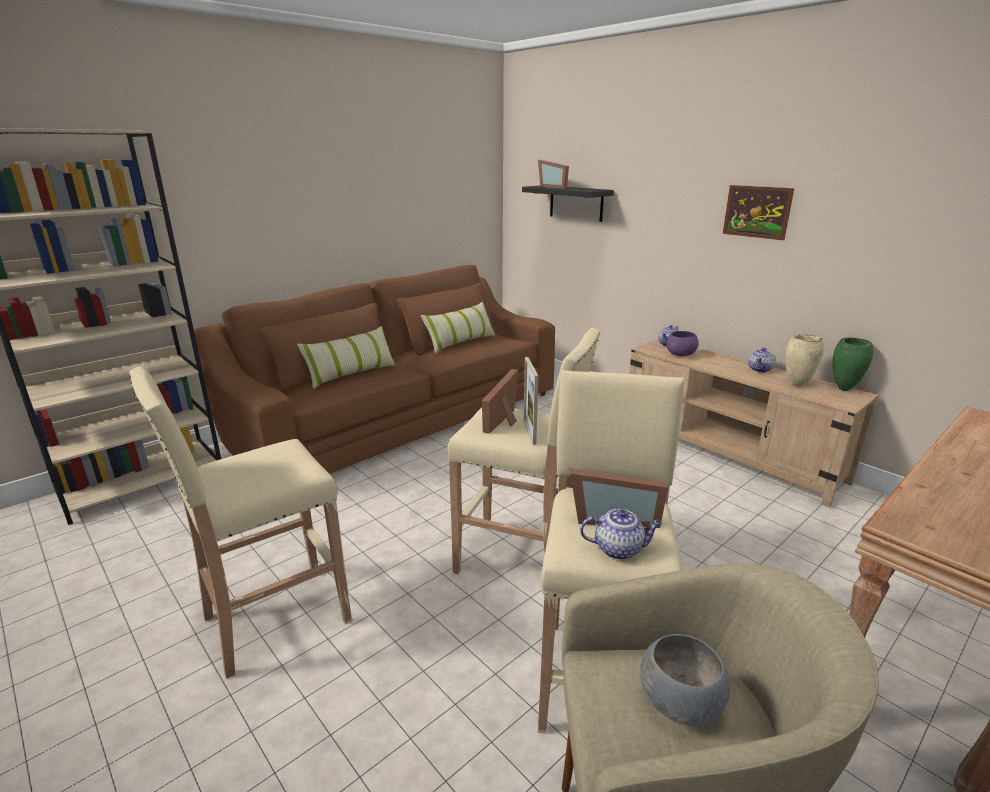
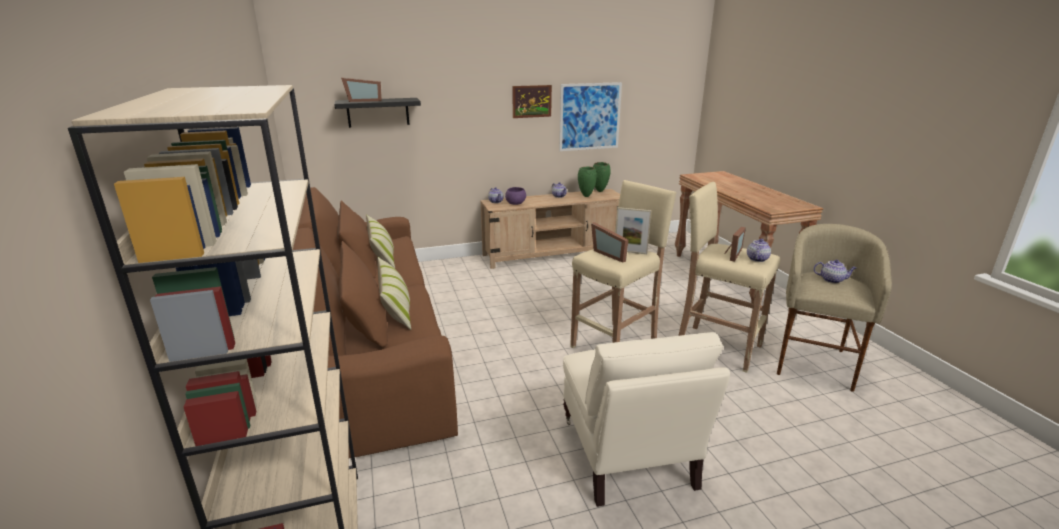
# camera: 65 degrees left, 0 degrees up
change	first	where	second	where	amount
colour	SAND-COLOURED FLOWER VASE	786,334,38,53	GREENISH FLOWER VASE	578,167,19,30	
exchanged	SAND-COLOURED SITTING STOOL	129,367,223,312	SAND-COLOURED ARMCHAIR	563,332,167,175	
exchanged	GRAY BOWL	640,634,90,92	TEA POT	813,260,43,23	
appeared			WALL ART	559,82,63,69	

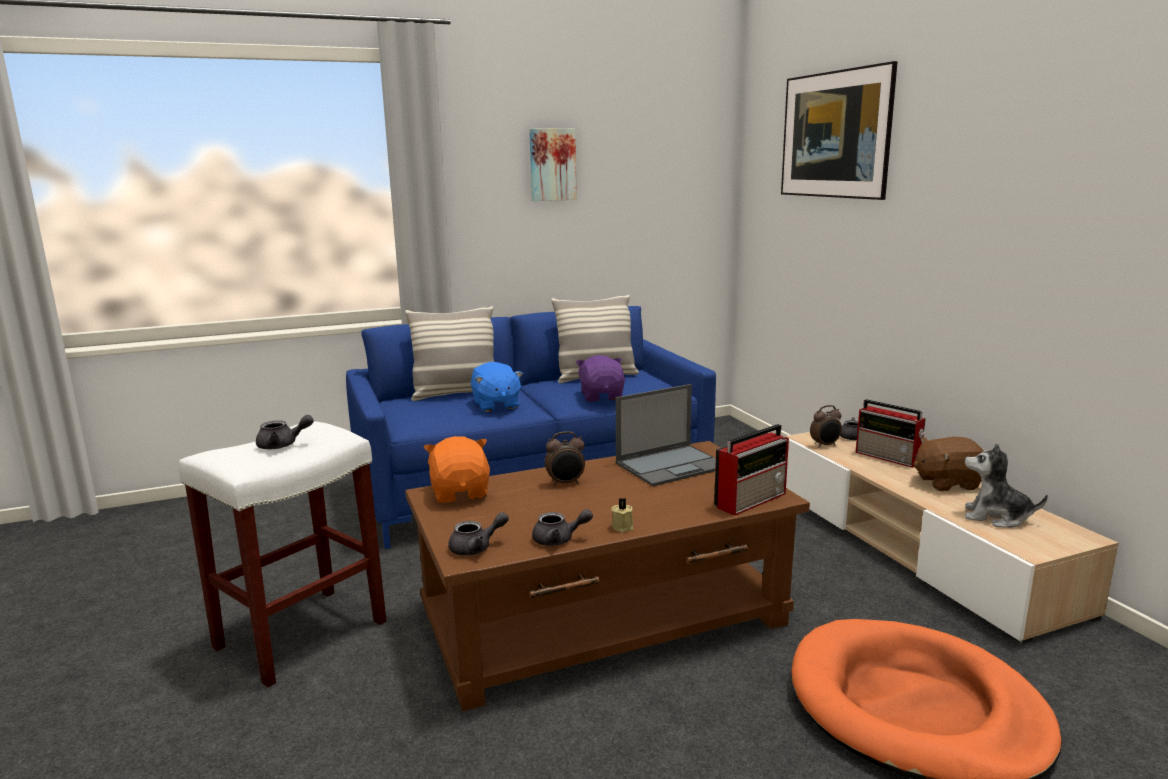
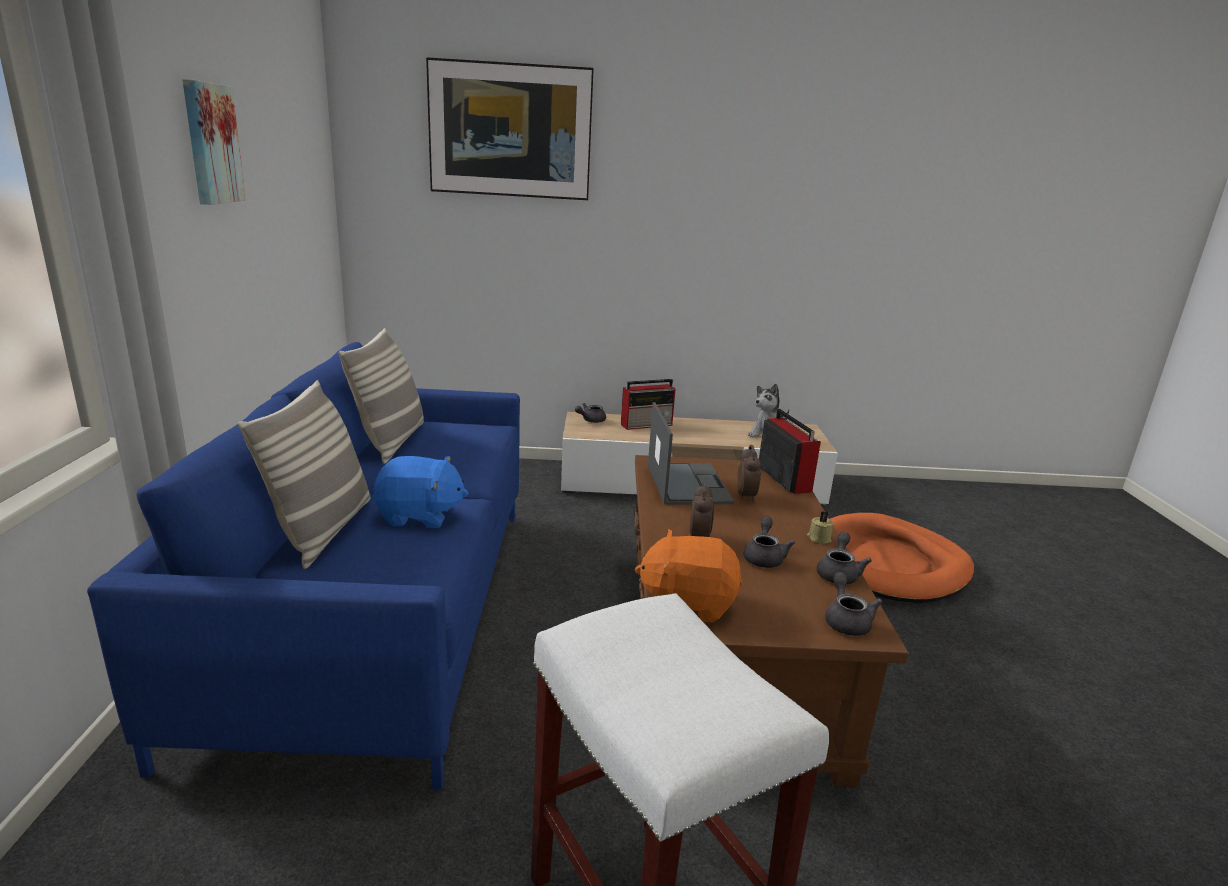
# camera: 70 degrees left, 5 degrees up
change	first	where	second	where	amount
missing	PURPLISH PLUSH TOY	576,355,49,47			
relocated	TABLE CLOCK	810,405,32,43		737,445,24,57	
relocated	GRAY TEA POT	256,415,58,34		743,516,52,52	
missing	BROWN PLUSH TOY	913,437,71,54			

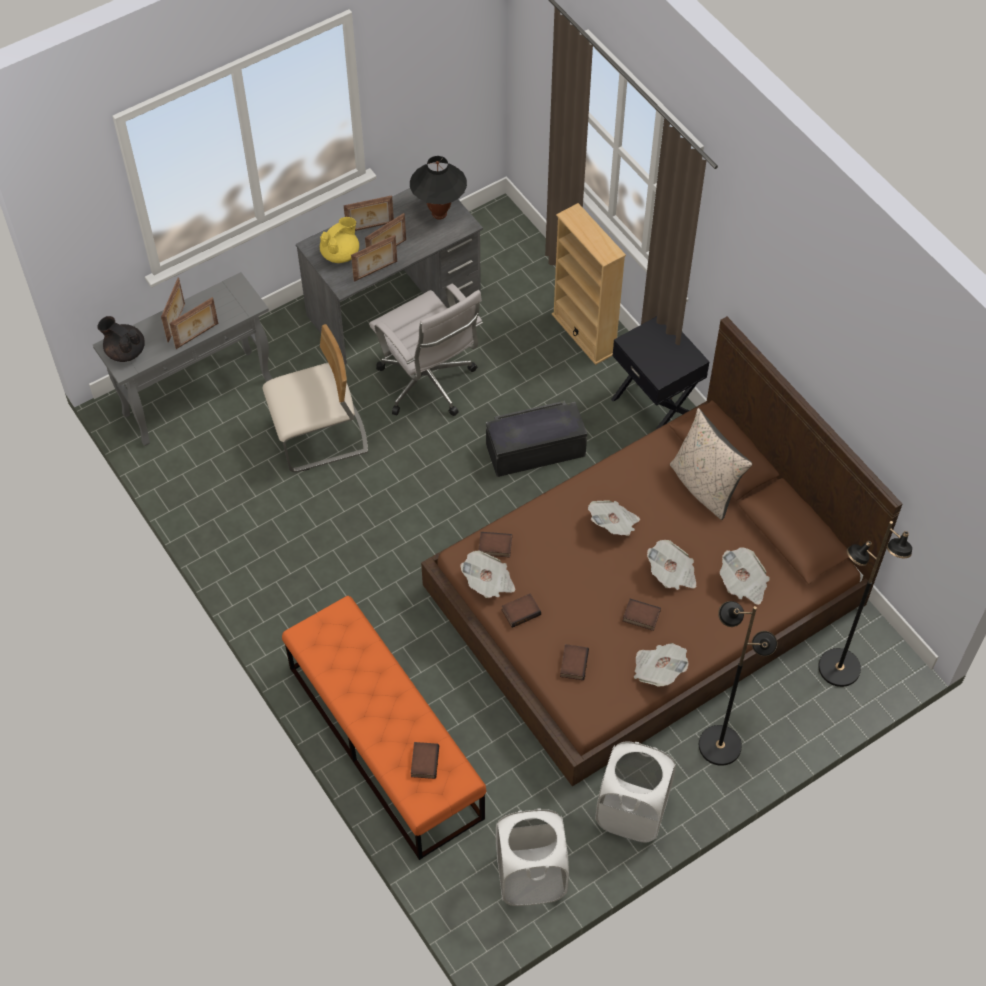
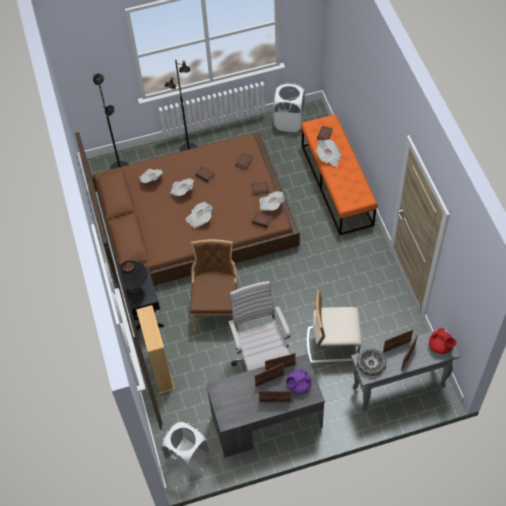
# camera: 160 degrees left, 0 degrees up
change	first	where	second	where	amount
relocated	BLACKISH TABLETOP LAMP	410,156,57,64		113,260,35,33	
colour	YELLOWISH TEA POT	320,217,39,46	PURPLISH TEA POT	286,368,26,26	
colour	BLACKISH TEA POT	98,316,47,46	RED TEA POT	429,328,28,26	
exchanged	BLACKISH STORAGE CONTAINER	486,401,101,76	BROWN PLAIN CHAIR	190,239,49,92	
missing	SAND-COLOURED PILLOW	670,408,82,112			
relocated	DAILY PAPER	634,643,55,43		316,139,26,28	
relocated	WHITE-COLOURED HAMPER	595,741,81,101		161,421,49,56	
appeared			BOWL	357,348,29,28	

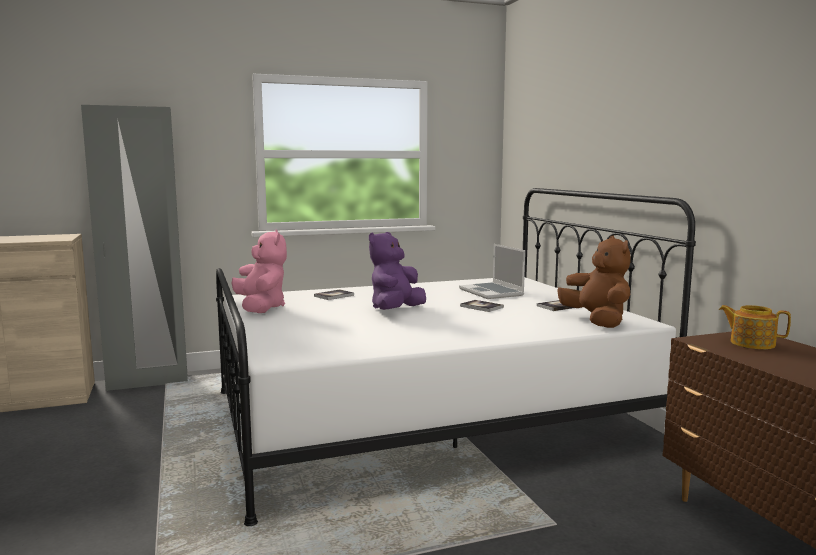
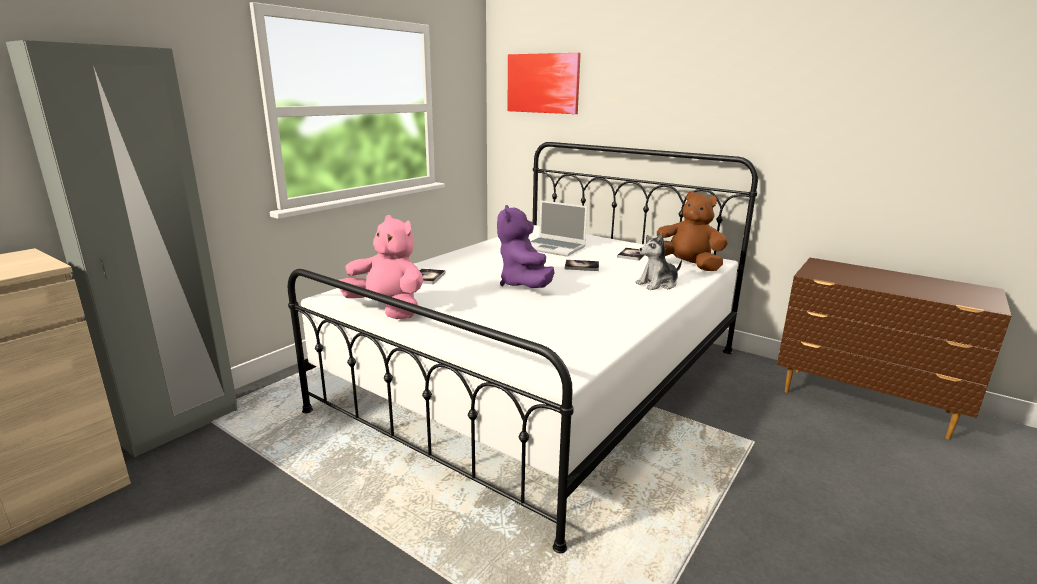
# camera: 35 degrees left, 10 degrees up
change	first	where	second	where	amount
missing	TEA POT	719,305,72,44			
appeared			WALL ART	508,53,73,61	
appeared			PLUSH TOY	636,233,46,57	

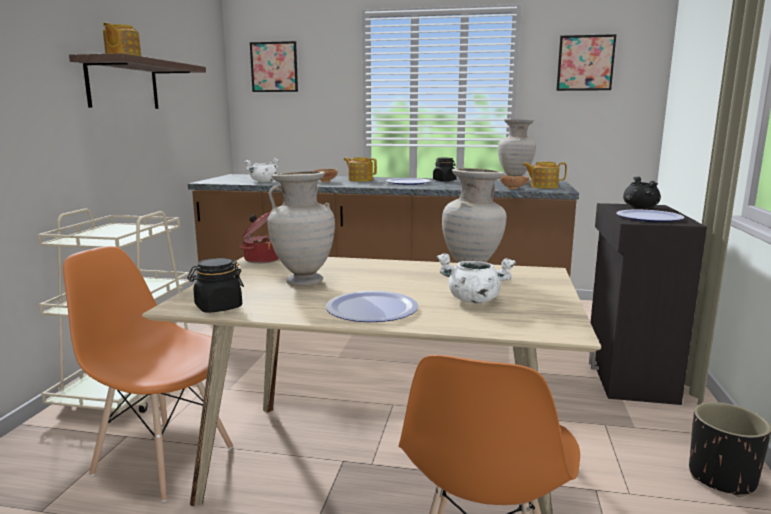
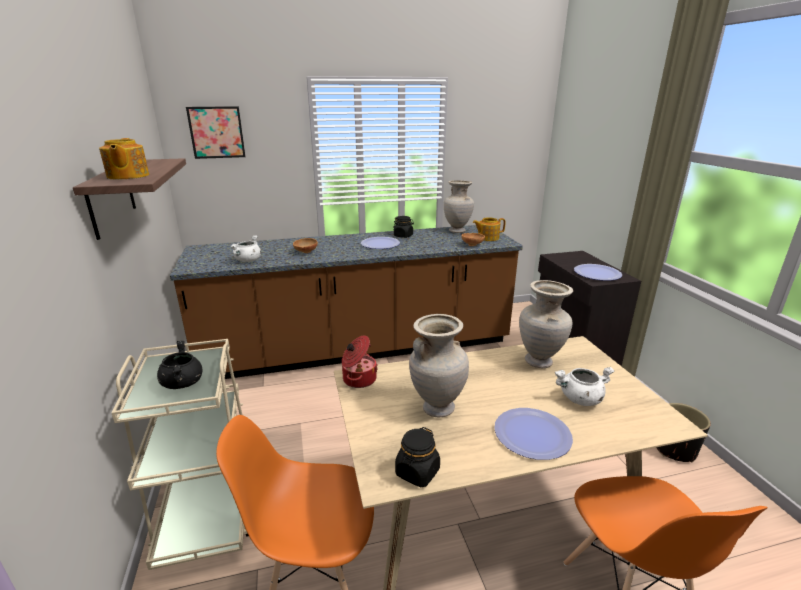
# camera: 25 degrees left, 10 degrees up
change	first	where	second	where	amount
missing	WALL ART	556,34,60,57			
missing	TEA POT	344,157,33,25			
relocated	BLACKISH STOCKPOT	623,176,38,32		157,341,46,48	

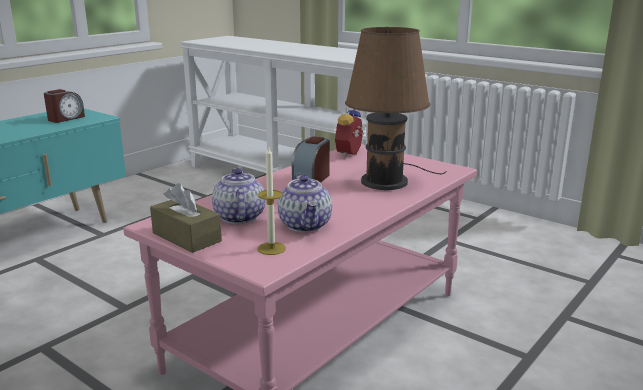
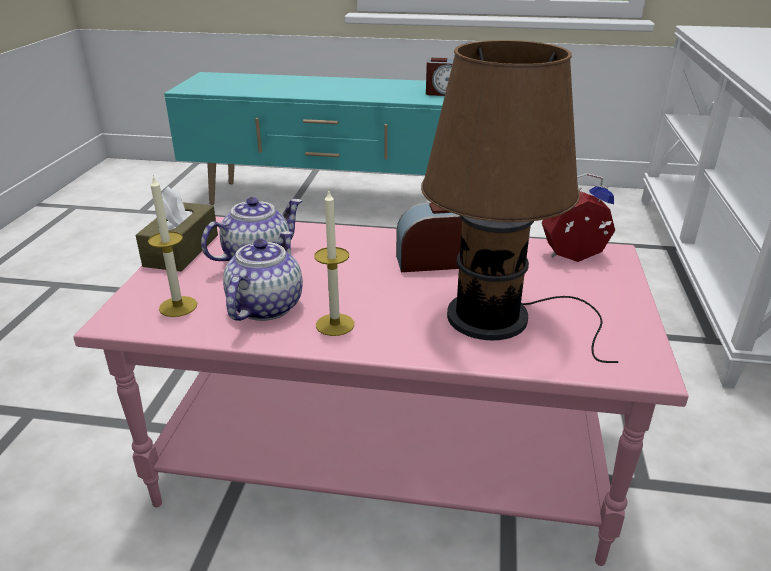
# camera: 60 degrees right, 10 degrees up
change	first	where	second	where	amount
spun	TEA POT	278,174,54,58		223,231,80,90	150 degrees clockwise
appeared			WAX LIGHT	314,189,40,147	

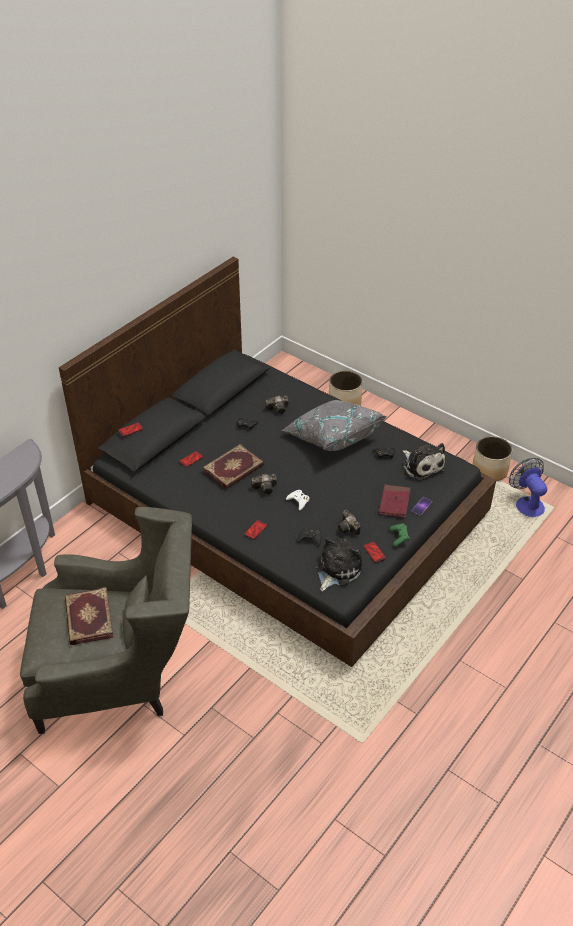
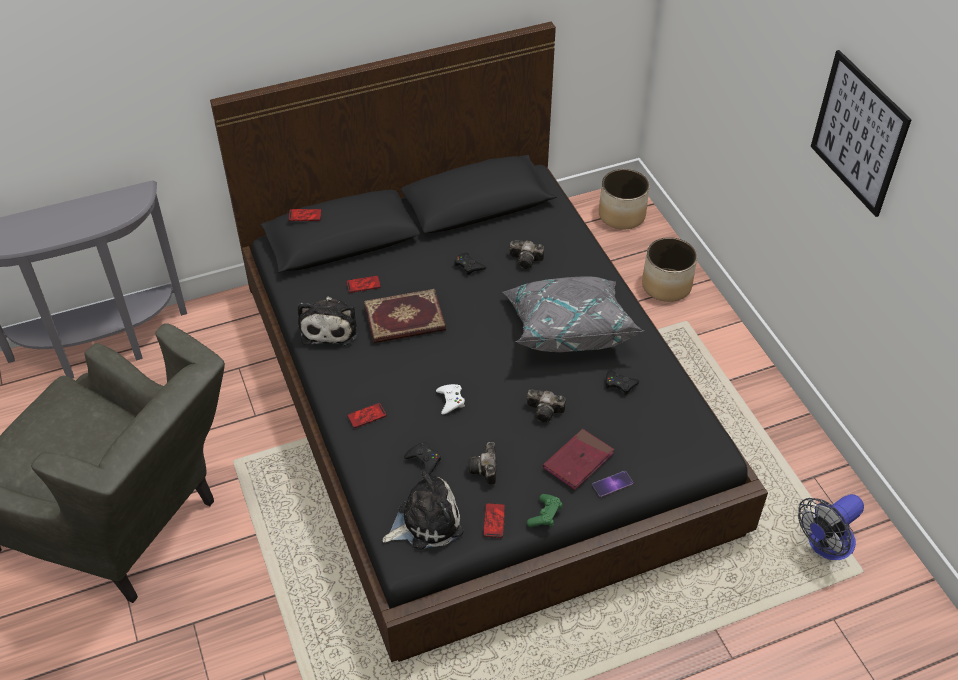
# camera: 30 degrees right, 5 degrees up
change	first	where	second	where	amount
relocated	PLANT POT	473,436,39,46		599,169,51,60	
relocated	PLUSH TOY	402,443,43,38		297,297,60,49	
spun	COOLING FAN	509,458,38,59		798,494,66,66	135 degrees counterclockwise
relocated	PHOTO CAMERA	251,474,26,21		527,389,39,34	
missing	VOLUME	65,587,48,58			
appeared			WALL ART	811,50,101,167	

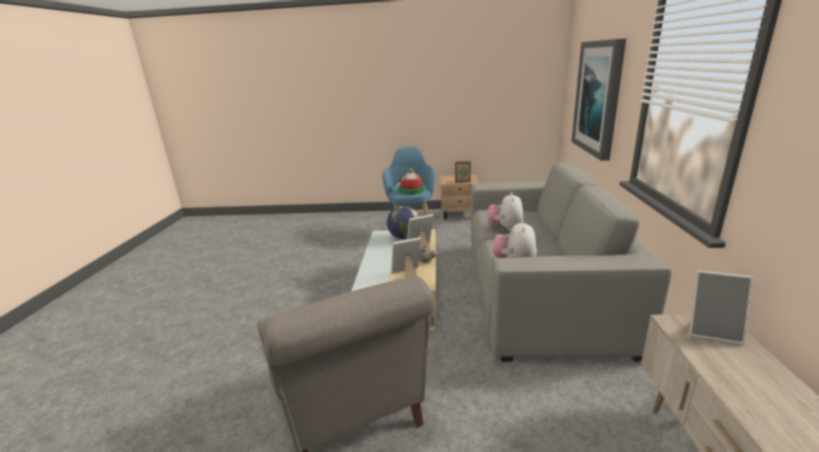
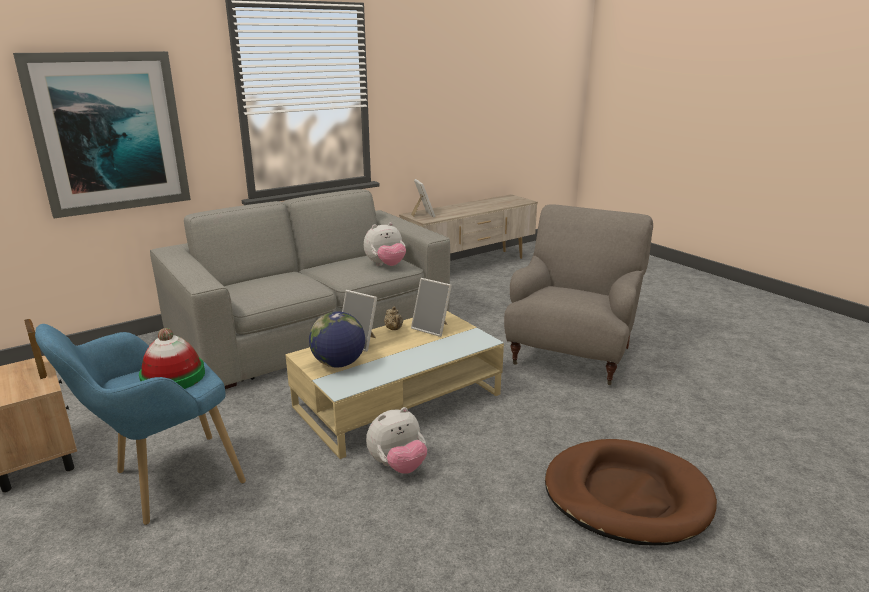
# camera: 130 degrees left, 0 degrees up
change	first	where	second	where	amount
relocated	PLUSH TOY	487,192,37,39		366,407,61,67	
appeared			BROWN PET BED	545,439,172,106	

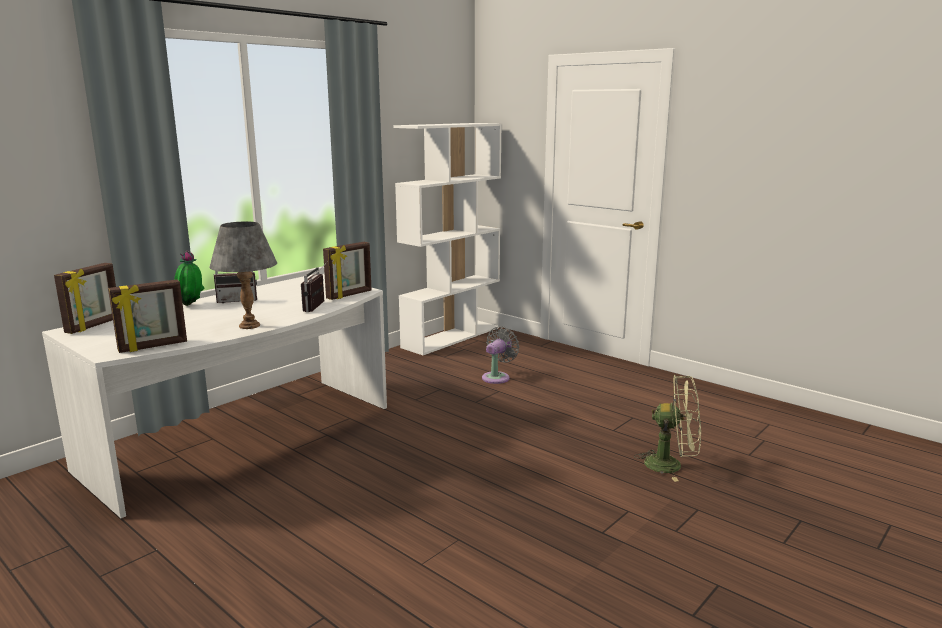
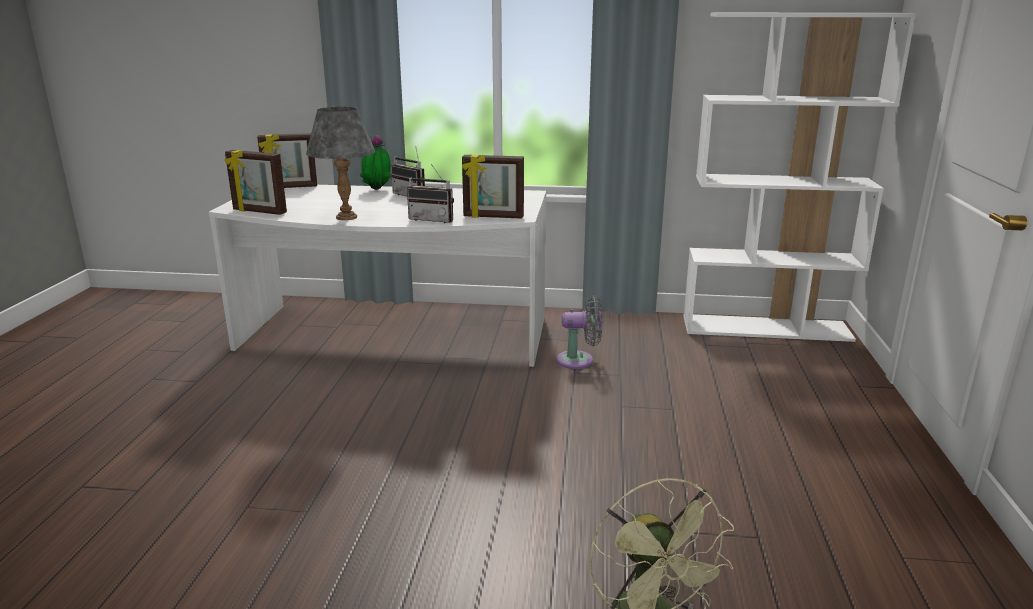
# camera: 55 degrees right, 5 degrees up
change	first	where	second	where	amount
spun	RADIO SET	301,261,27,51		407,164,47,59	135 degrees counterclockwise
relocated	GRAY COOLING FAN	482,326,37,58		556,295,46,74	

